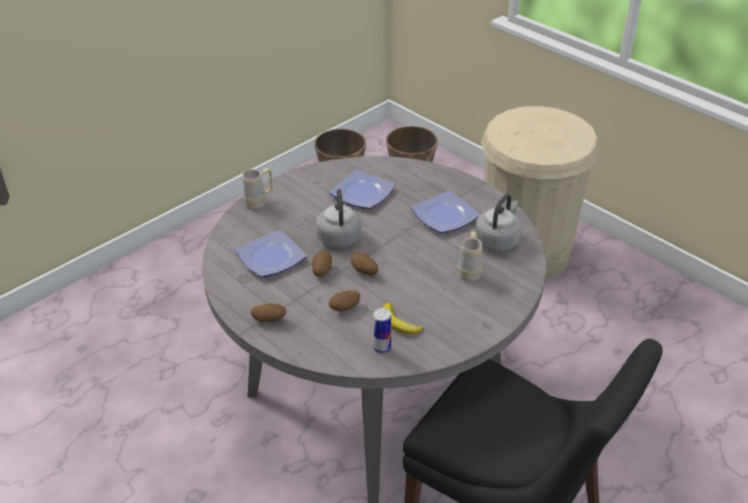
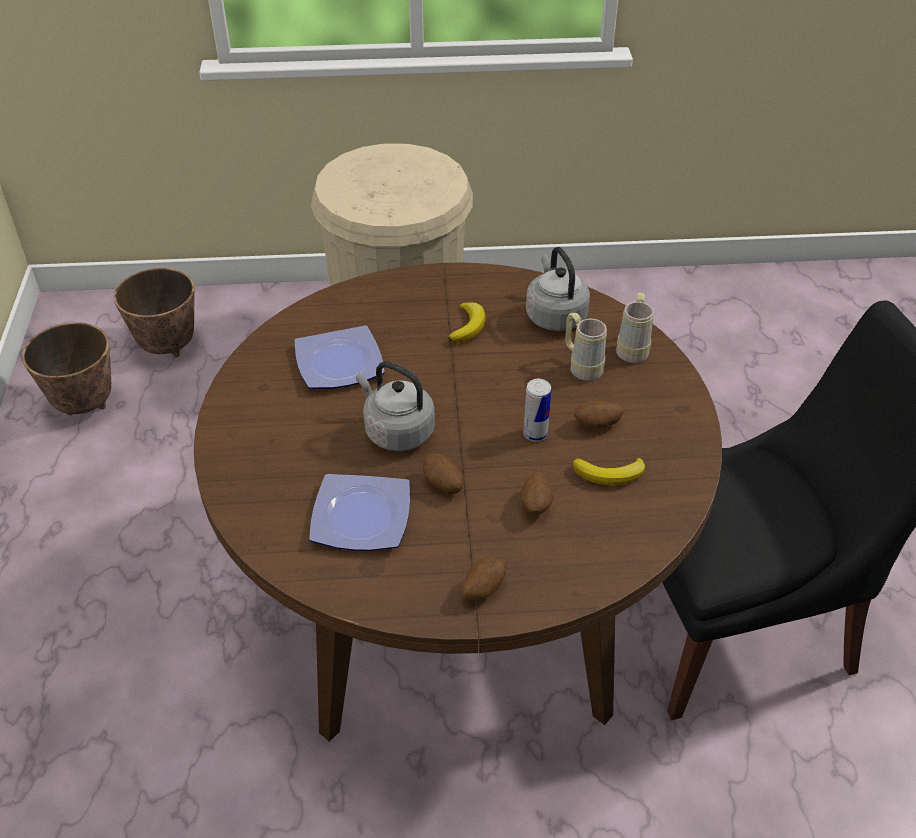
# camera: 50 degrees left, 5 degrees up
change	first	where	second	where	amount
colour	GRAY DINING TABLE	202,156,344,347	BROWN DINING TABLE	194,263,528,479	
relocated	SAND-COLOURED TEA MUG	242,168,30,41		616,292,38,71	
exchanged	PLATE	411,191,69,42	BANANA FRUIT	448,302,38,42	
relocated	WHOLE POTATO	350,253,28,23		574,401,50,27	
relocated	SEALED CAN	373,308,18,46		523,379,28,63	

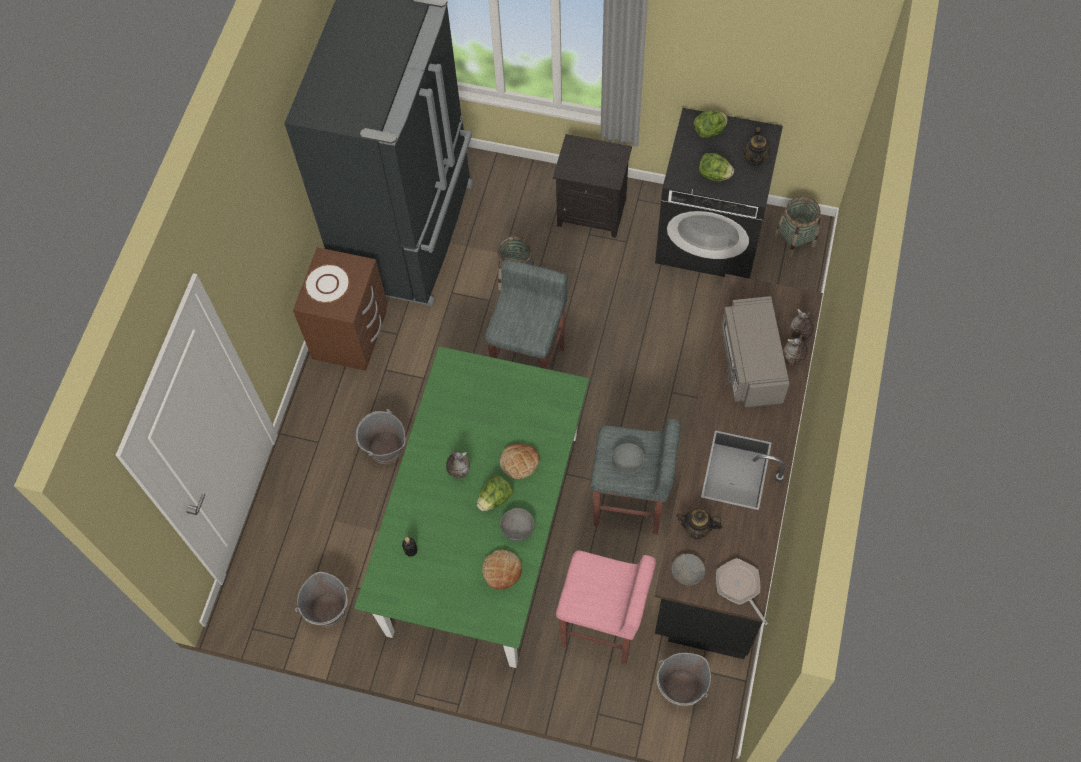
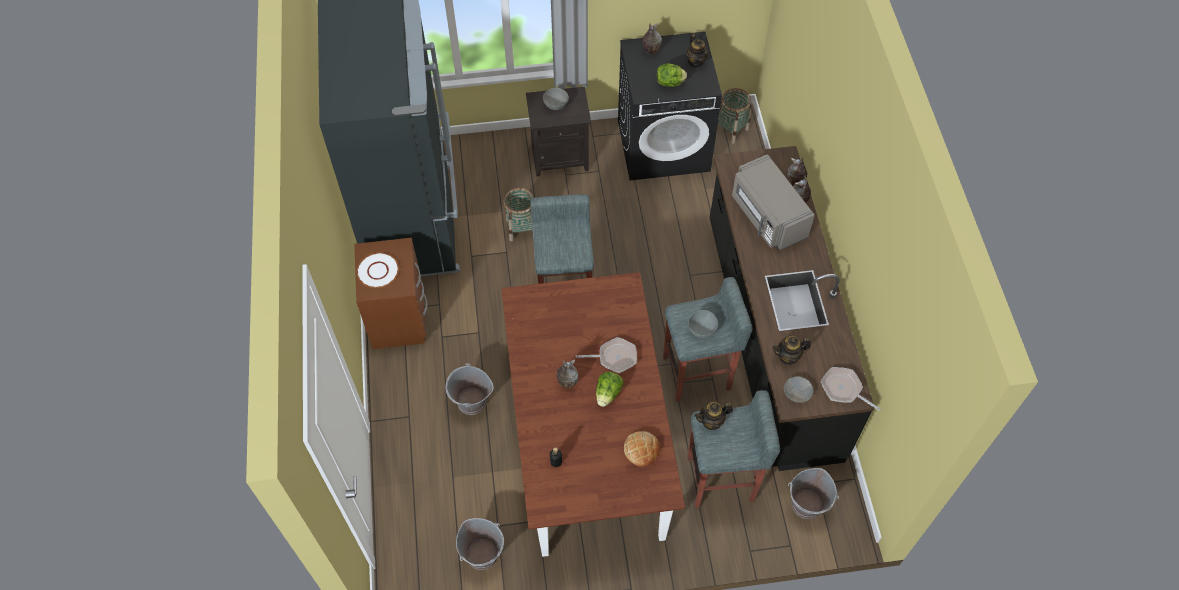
# camera: 25 degrees left, 5 degrees down
change	first	where	second	where	amount
exchanged	LETTUCE HEAD	693,110,35,28	FLOWER VASE	643,23,19,32	
colour	GREENISH DINING TABLE	354,346,235,322	BROWN DINING TABLE	501,272,184,285	
exchanged	BREAD	500,443,39,36	SKILLET	576,337,61,36	
relocated	GRAY BOWL	500,508,35,33		543,88,26,22	
colour	PINK-COLOURED SITTING STOOL	556,550,100,114	GRAY SITTING STOOL	687,390,93,118	
appeared			TEA POT	695,402,38,28	

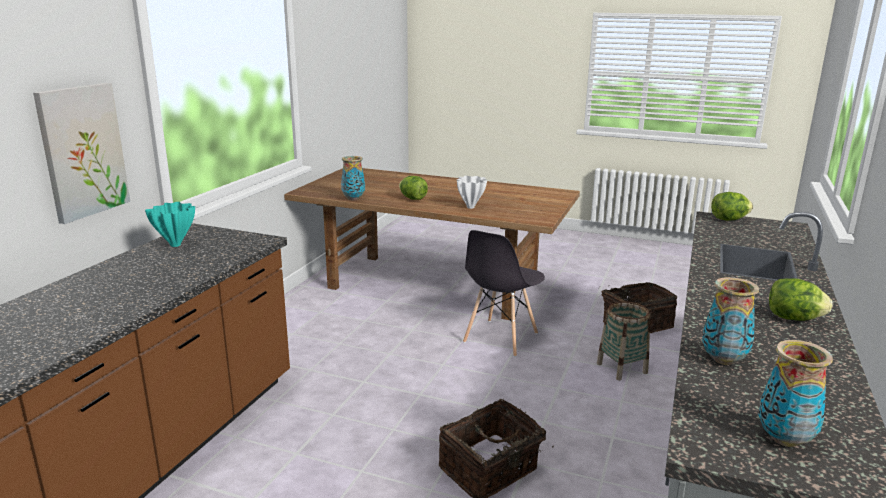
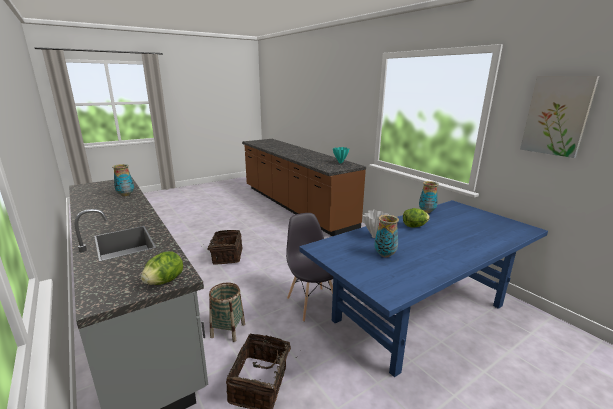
# camera: 125 degrees right, 0 degrees up
change	first	where	second	where	amount
relocated	WALL ART	33,83,97,141		520,76,79,82	
colour	BROWN DINING TABLE	284,168,296,152	BLUE DINING TABLE	299,200,249,177	
missing	LETTUCE HEAD	769,278,63,43			
relocated	FLOWER VASE	758,340,75,107		374,215,25,43	

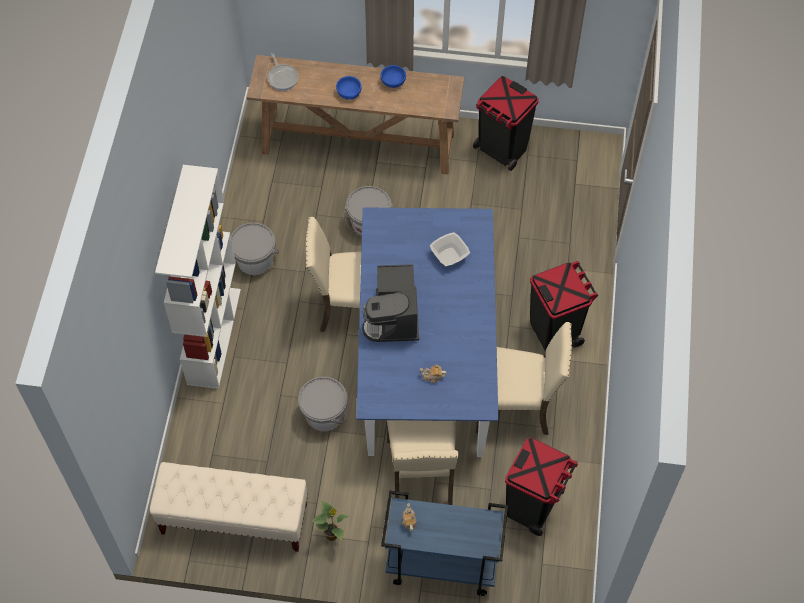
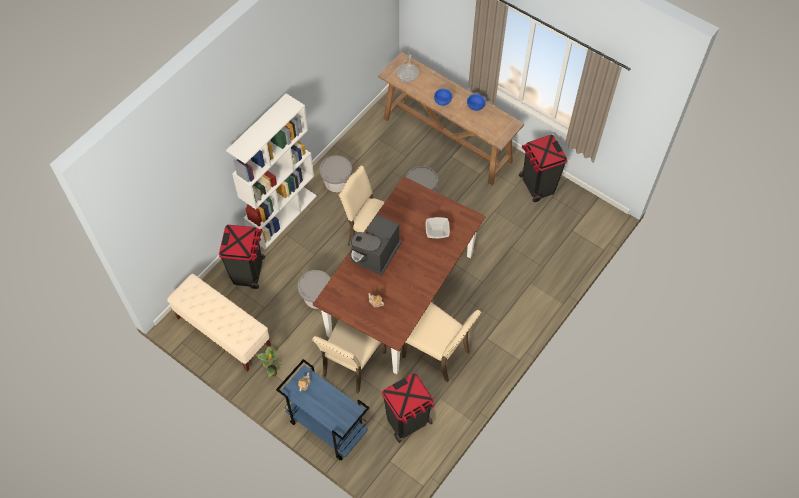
# camera: 30 degrees right, 0 degrees up
change	first	where	second	where	amount
colour	BLUE DINING TABLE	356,207,143,250	BROWN DINING TABLE	313,177,173,197	
relocated	BLACKISH RUBBISH BIN	530,261,68,90		219,225,46,64	

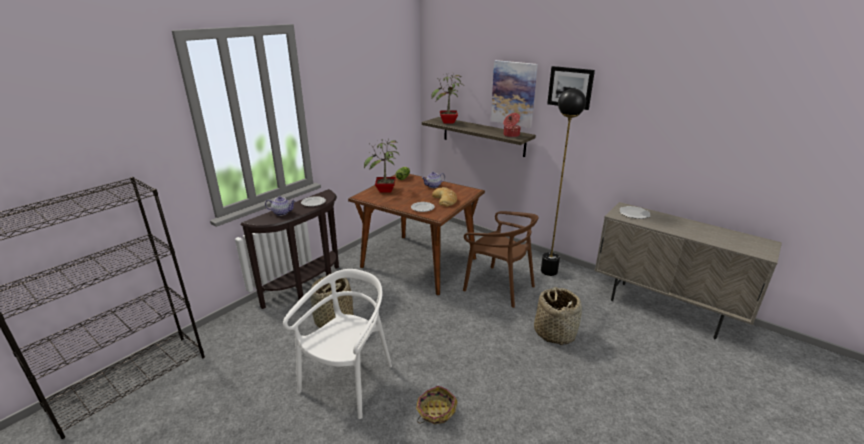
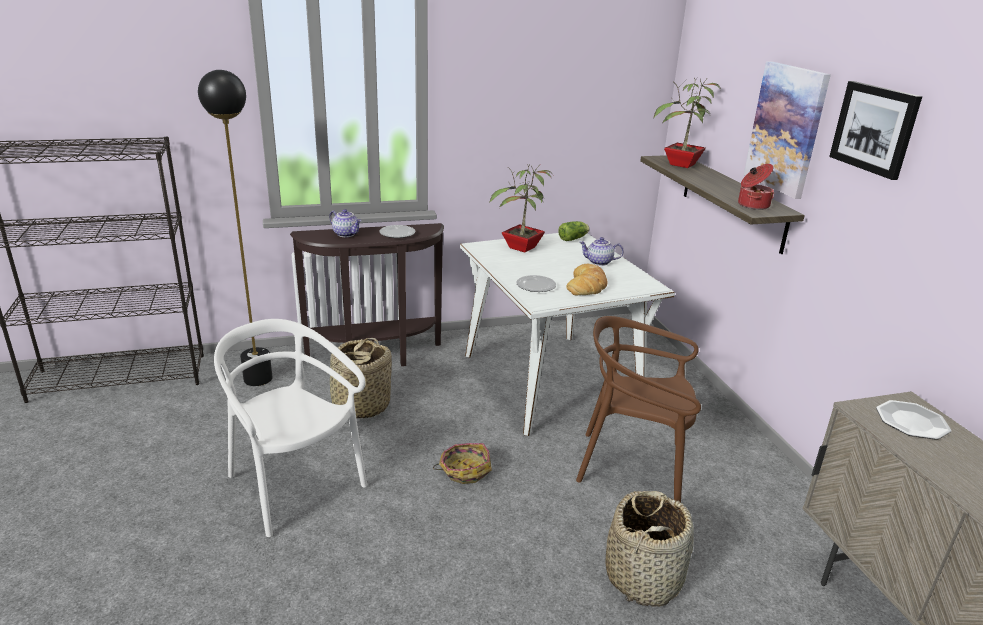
# camera: 35 degrees right, 0 degrees up
change	first	where	second	where	amount
relocated	BLACKISH STANDING LAMP	541,88,45,188		198,70,74,316	
colour	BROWN DINING TABLE	348,174,137,121	WHITE-COLOURED DINING TABLE	460,233,215,203	
spun	BROWN PLAIN CHAIR	463,211,76,97		576,316,125,186	120 degrees clockwise
spun	WHITE-COLOURED PLAIN CHAIR	283,269,109,150		214,319,153,218	105 degrees counterclockwise
relocated	STORAGE BASKET	416,386,42,38		433,443,59,41	

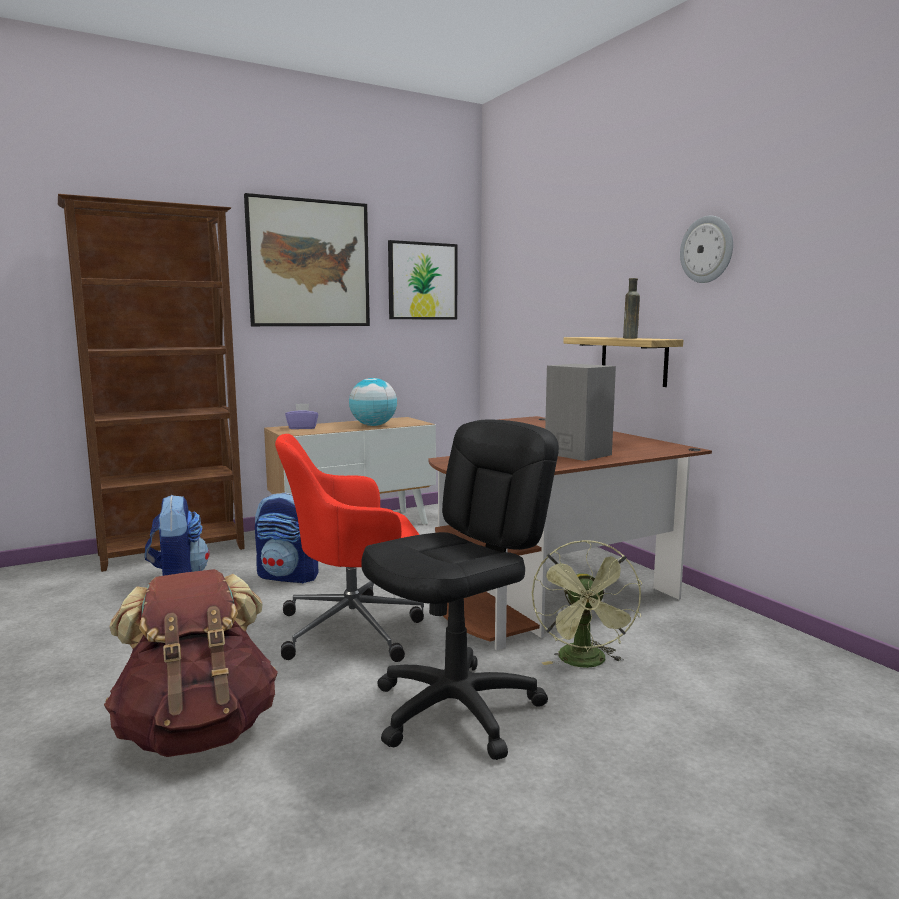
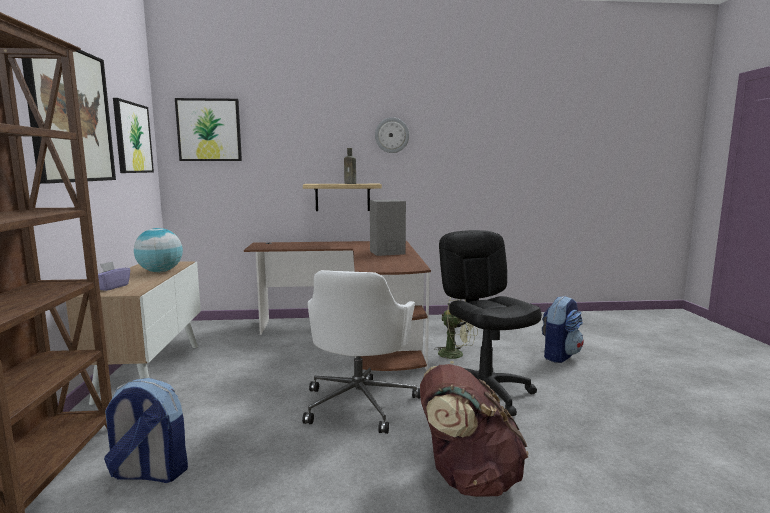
# camera: 65 degrees left, 0 degrees up
change	first	where	second	where	amount
colour	RED COMPUTER CHAIR	275,434,149,228	WHITE-COLOURED COMPUTER CHAIR	302,270,118,164	
relocated	RUCKSACK	255,493,64,91		542,296,42,67	
appeared			WALL ART	175,98,67,63	

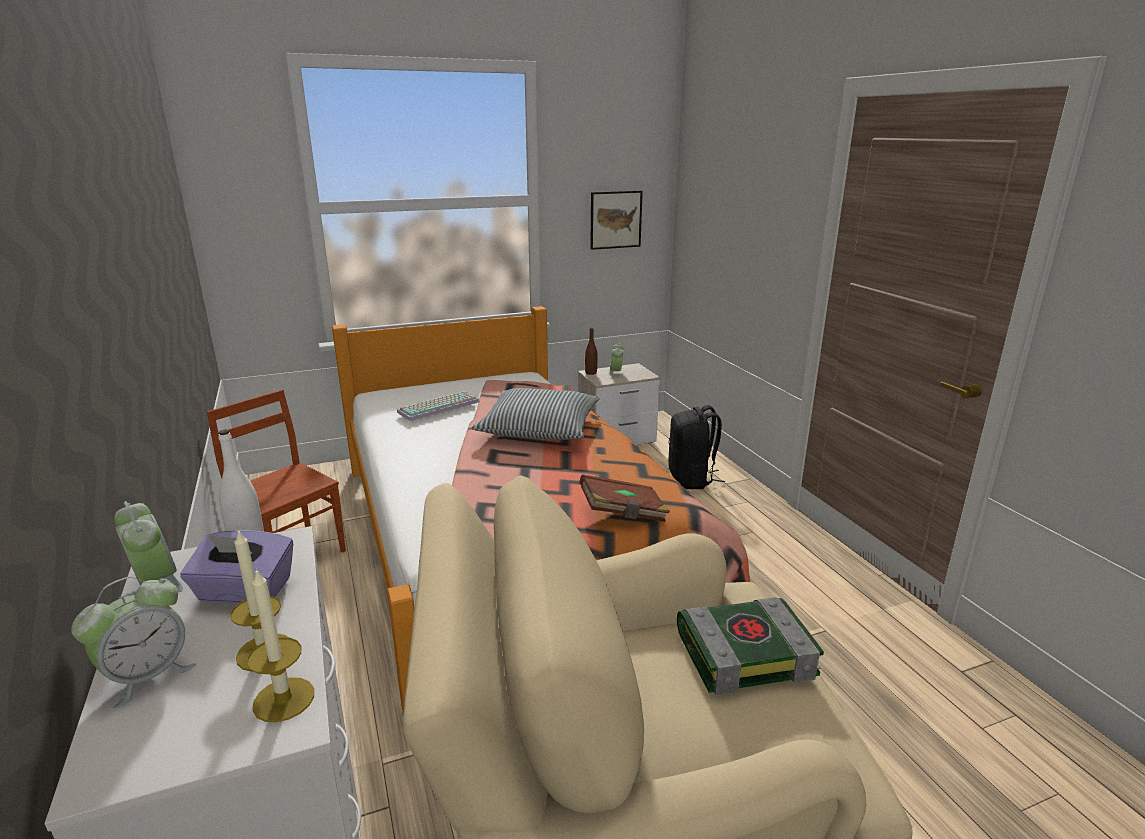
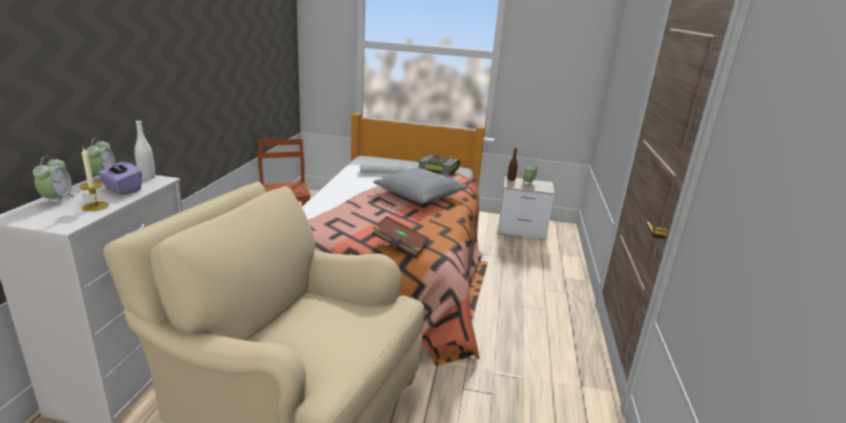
# camera: 30 degrees right, 0 degrees up
change	first	where	second	where	amount
missing	WALL ART	590,191,53,59			
missing	BLACKISH RUCKSACK	668,405,57,84			
missing	WAX LIGHT	247,568,67,155			
spun	TABLE CLOCK	71,577,125,132		33,156,43,51	75 degrees counterclockwise
relocated	VOLUME	677,597,147,98		417,154,43,22	

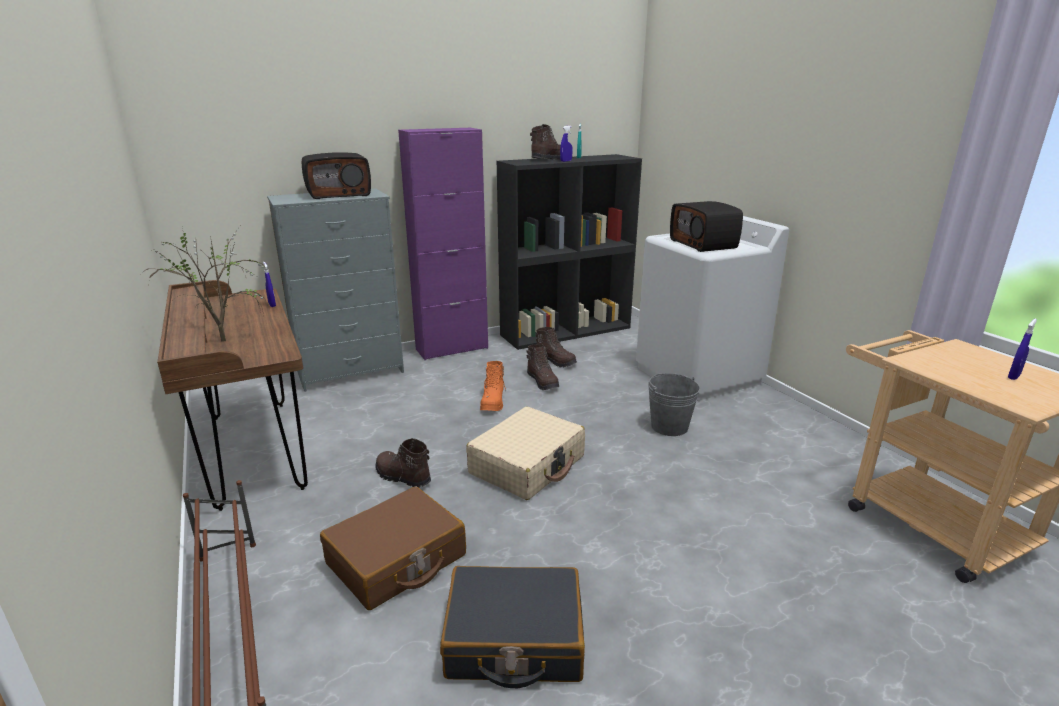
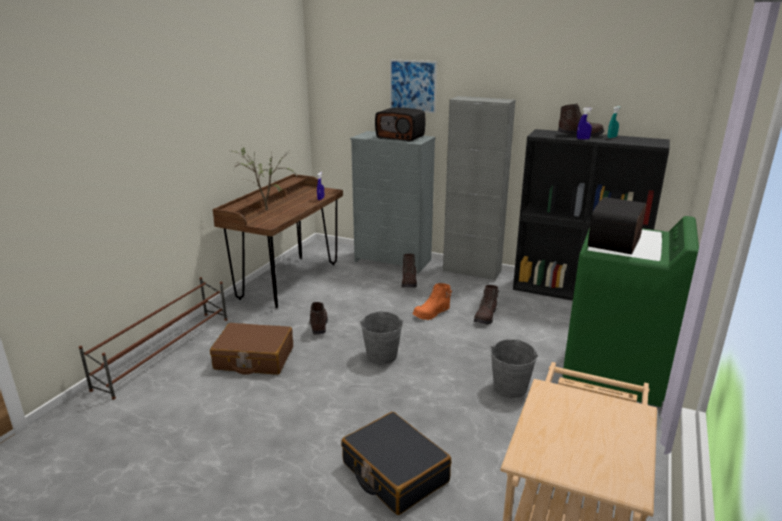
# camera: 50 degrees right, 0 degrees up
change	first	where	second	where	amount
colour	PURPLISH STORAGE CABINET	398,128,90,232	GRAY STORAGE CABINET	443,96,73,185	
colour	WHITE-COLOURED WASHING MACHINE	636,216,153,185	GREENISH WASHING MACHINE	562,216,137,191	
missing	BLUE SPRAY BOTTLE	1008,319,29,61			
relocated	BROWN HIGH-TOP BOOT	536,327,41,41		402,254,16,34	
exchanged	SAND-COLOURED TRAVEL CASE	466,407,119,93	GRAY BUCKET	360,311,43,53	
relocated	BLACKISH TRAVEL CASE	440,566,145,122		341,412,110,103	
appeared			WALL ART	390,59,47,54	

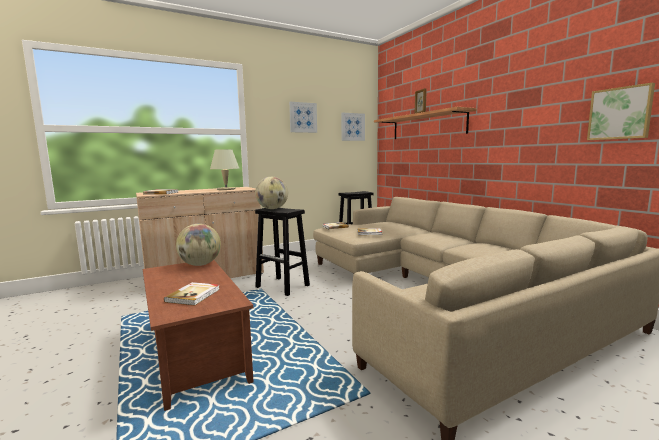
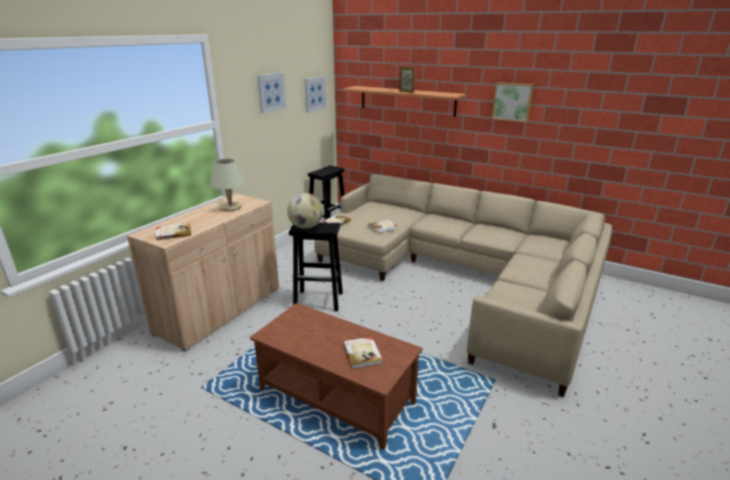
# camera: 30 degrees left, 15 degrees up
change	first	where	second	where	amount
relocated	WALL ART	587,83,68,57		492,82,41,40	
missing	DESK GLOBE	176,224,45,42			

